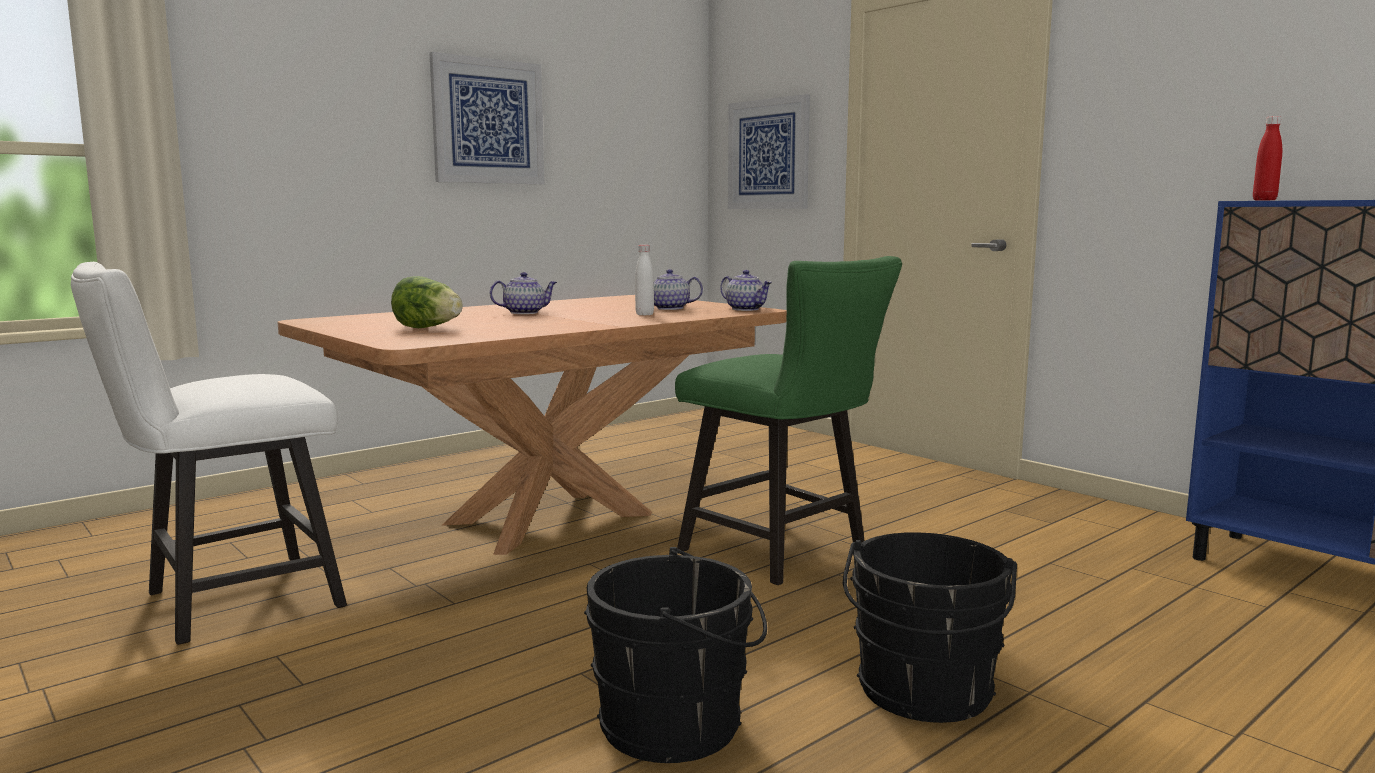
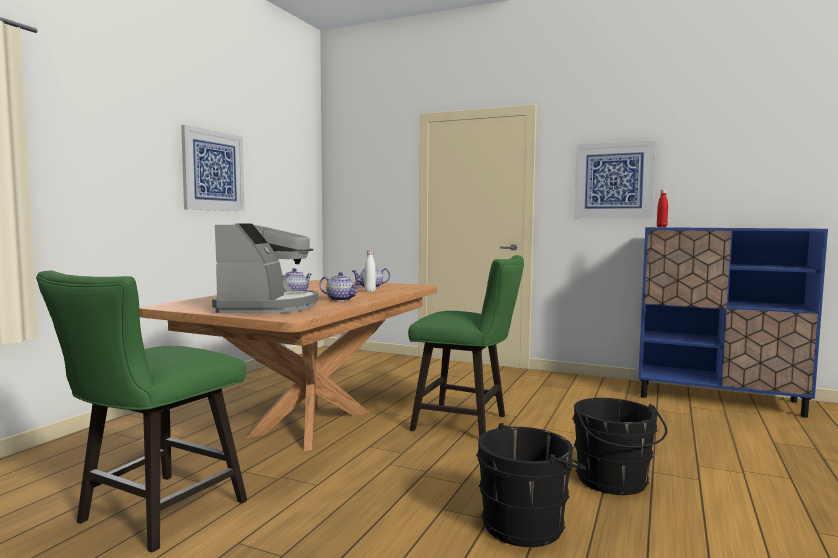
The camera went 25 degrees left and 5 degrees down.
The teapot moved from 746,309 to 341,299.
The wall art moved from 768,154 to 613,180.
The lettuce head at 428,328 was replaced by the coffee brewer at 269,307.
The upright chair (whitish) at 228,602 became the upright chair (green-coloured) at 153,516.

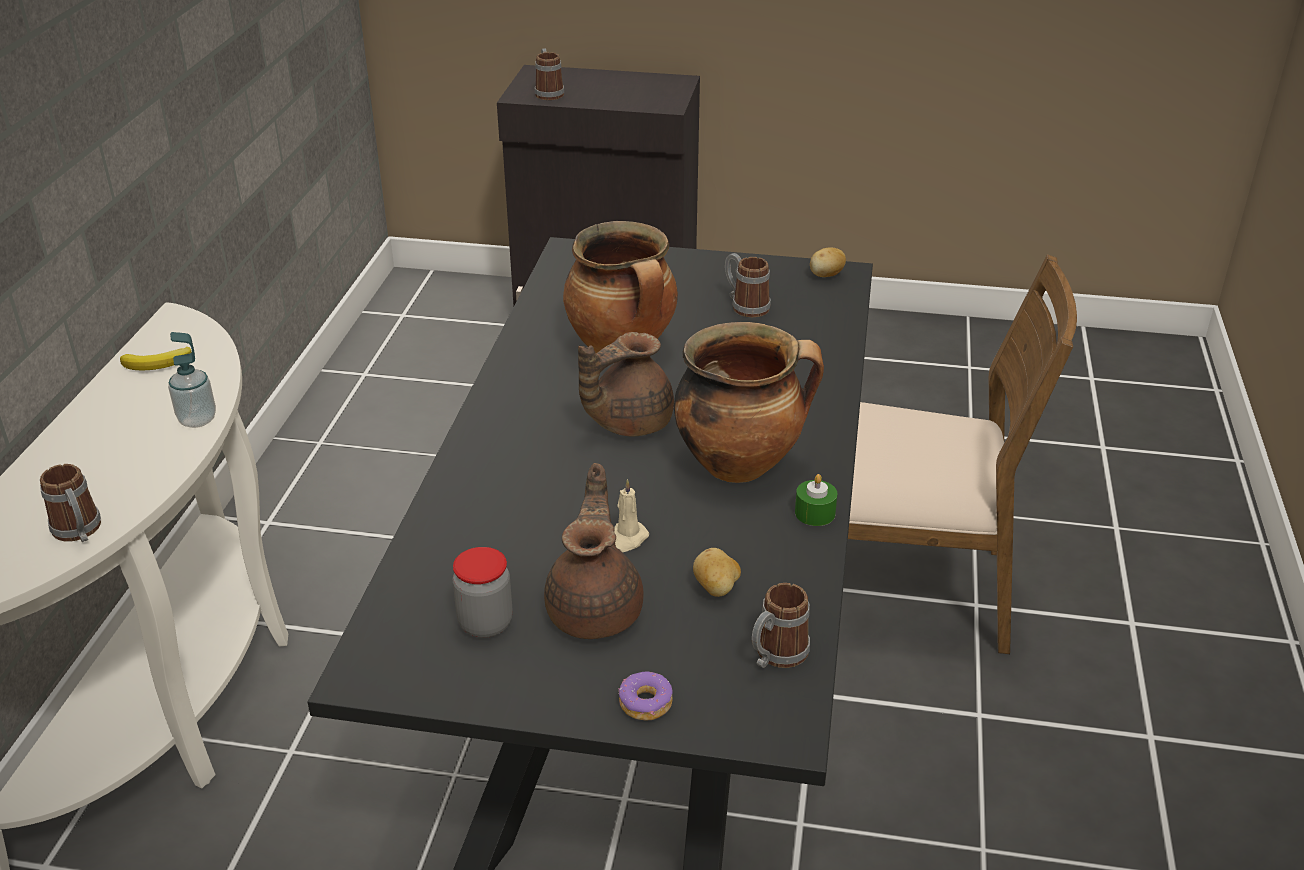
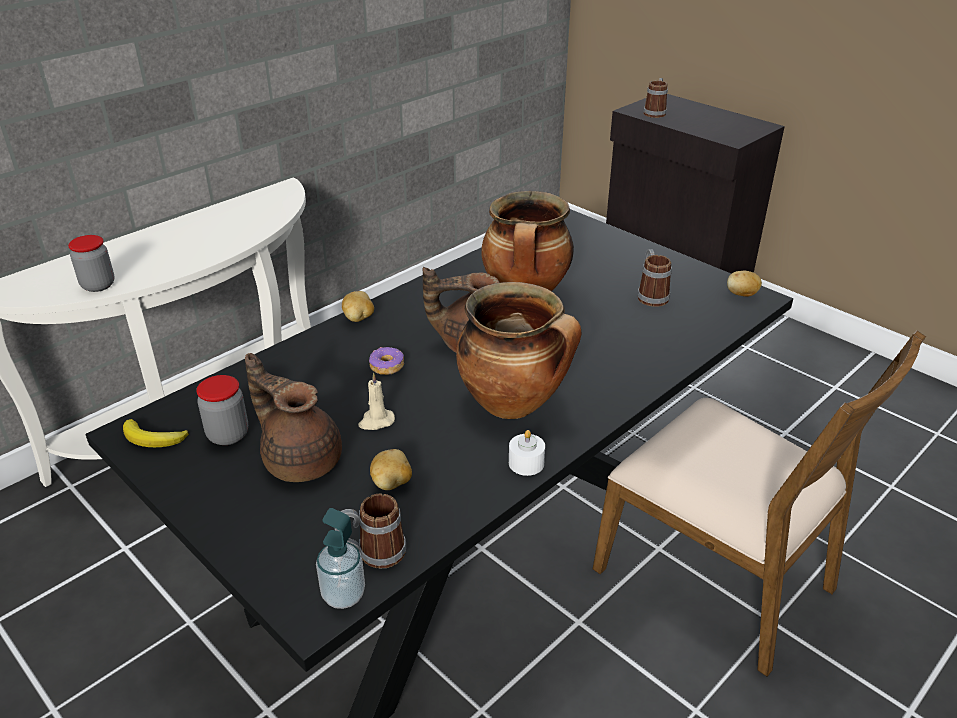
The camera went 35 degrees right and 0 degrees up.
The whole potato at 359,318 appeared.
The whole banana moved from 159,363 to 153,438.
The soap dispenser moved from 197,420 to 343,595.
The ring doughnut moved from 645,703 to 386,366.
The coffee mug at 79,532 was replaced by the storage jar at 98,285.
The wax candle (green-coloured) at 815,513 became the wax candle (whitish) at 526,463.
The teapot (brown-coloured) at 596,609 turned 90 degrees counterclockwise.

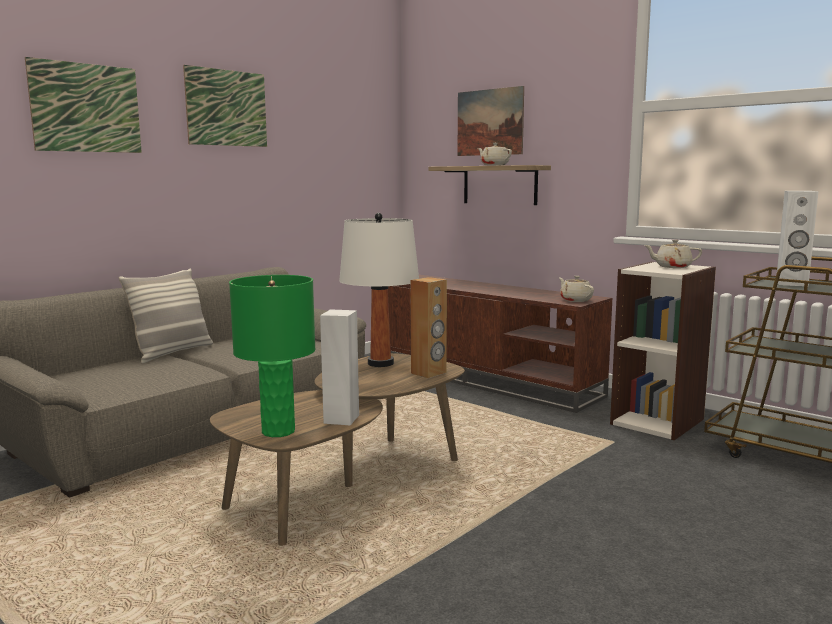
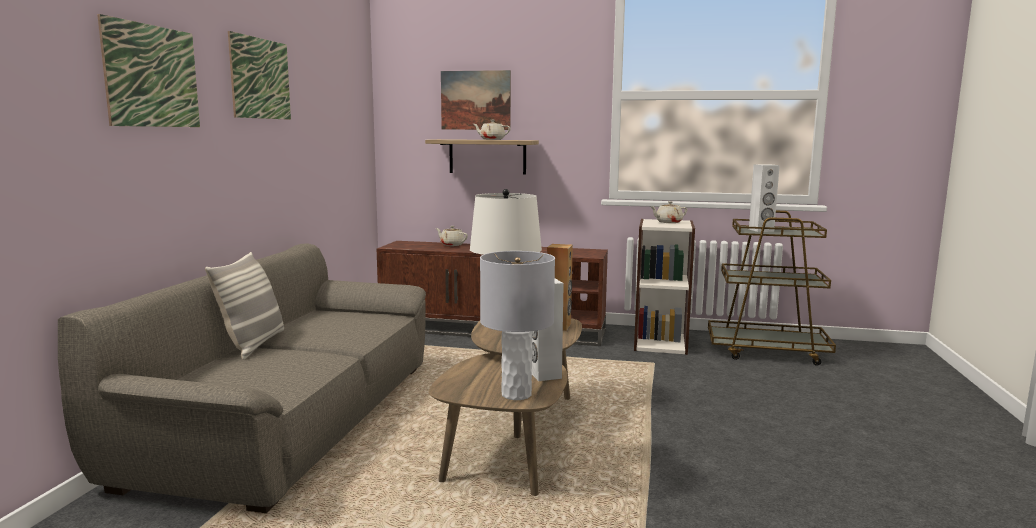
The camera went 30 degrees left and 0 degrees up.
The teapot (sand-coloured) moved from 575,300 to 451,245.
The tabletop lamp (green-coloured) at 278,431 became the tabletop lamp (grey) at 516,394.

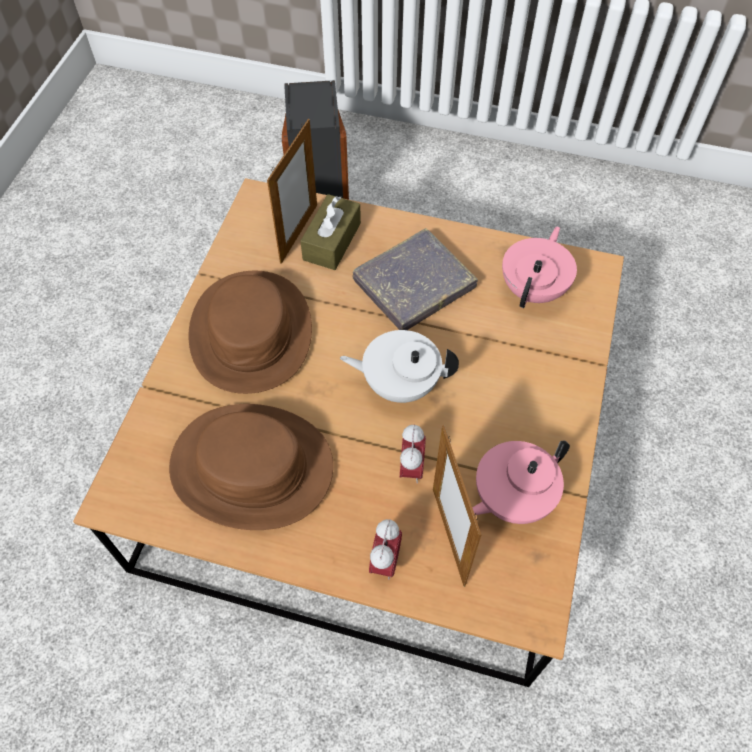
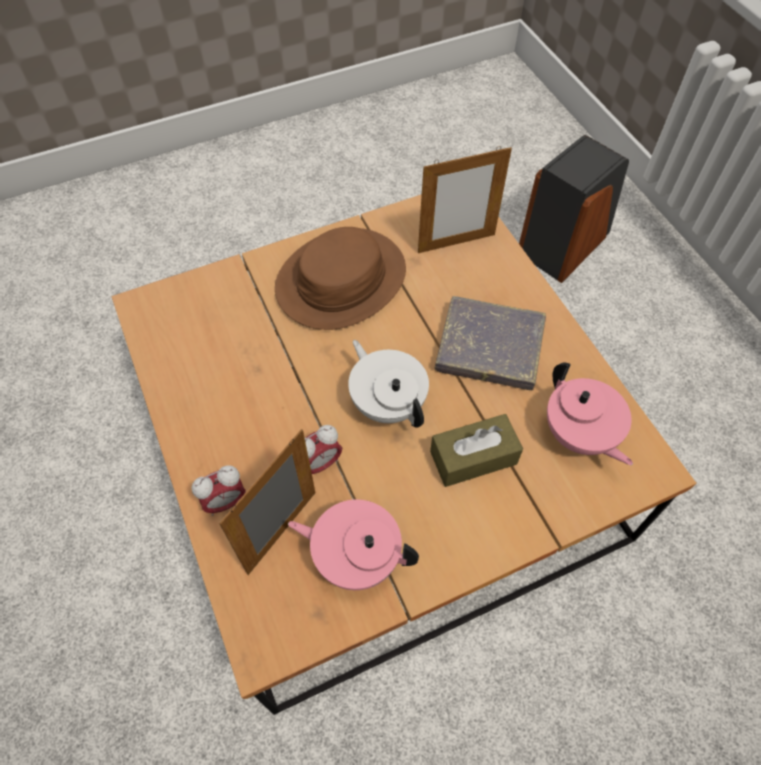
The camera went 50 degrees right and 0 degrees up.
The clothing hat (brown-coloured) at 252,467 disappeared.
The tissue box (brown-coloured) moved from 332,241 to 473,457.
The teapot (pinkish) at 534,289 turned 75 degrees clockwise.

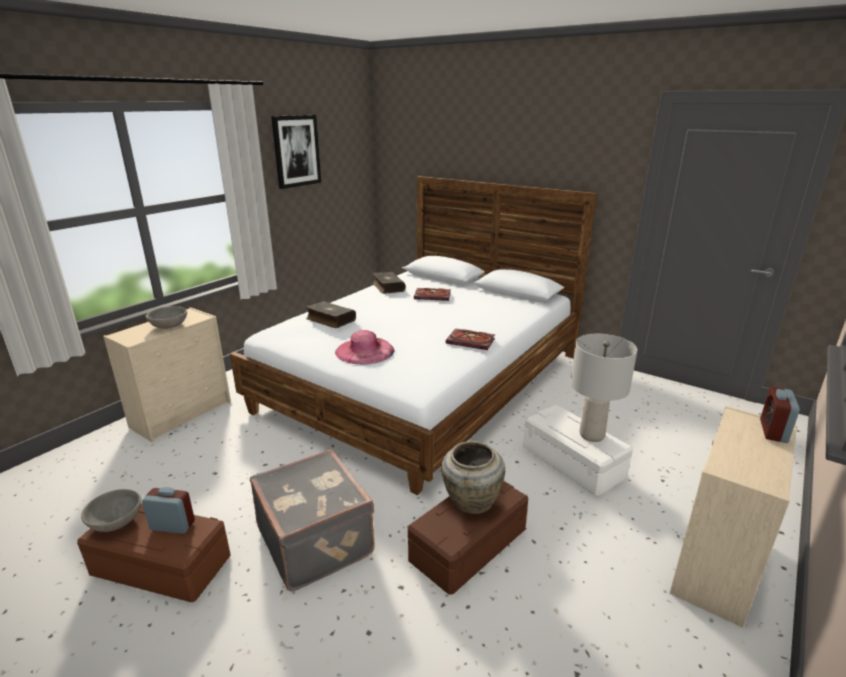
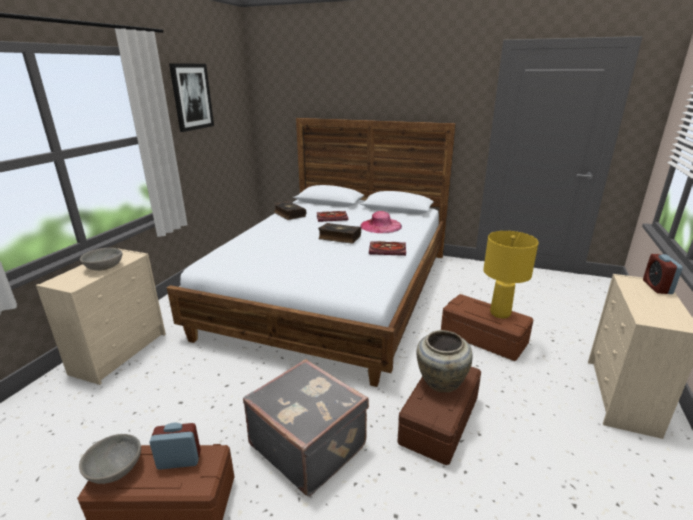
The camera went 15 degrees left and 0 degrees up.
The bound book moved from 330,320 to 339,238.
The clothing hat (pinkish) moved from 364,351 to 380,226.
The storage box (whitish) at 573,462 became the storage box (brown-coloured) at 484,338.
The tabletop lamp (grey) at 591,435 became the tabletop lamp (yellowish) at 500,313.

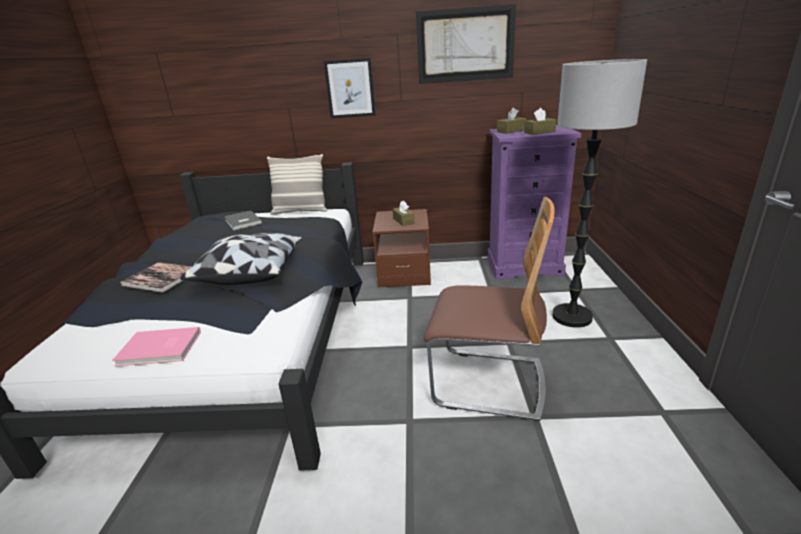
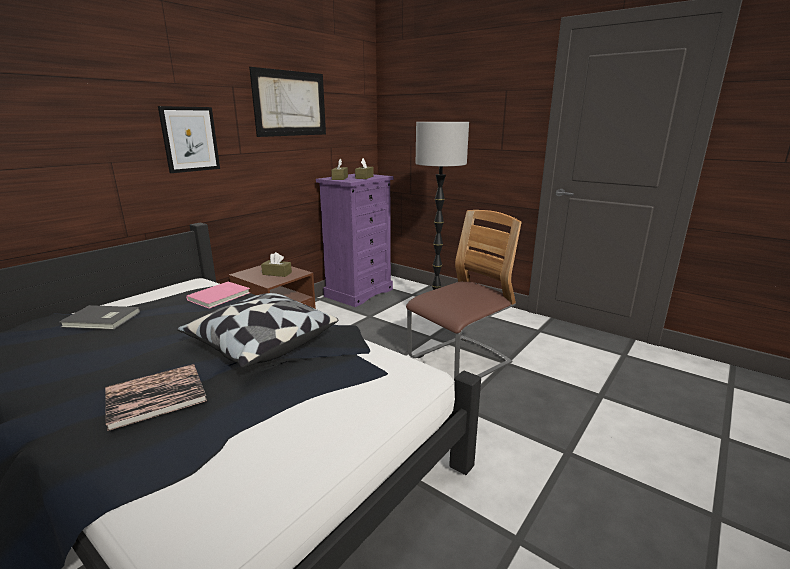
The camera went 55 degrees left and 5 degrees down.
The throw pillow at 300,211 disappeared.
The bound book (pinkish) moved from 160,349 to 221,296.

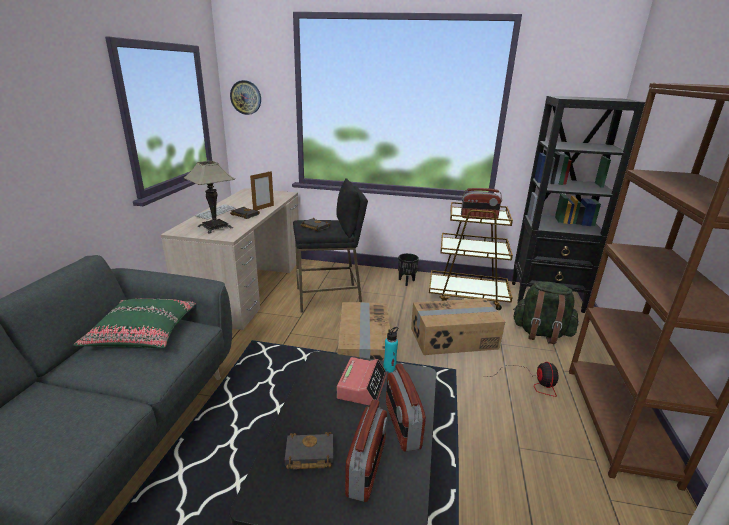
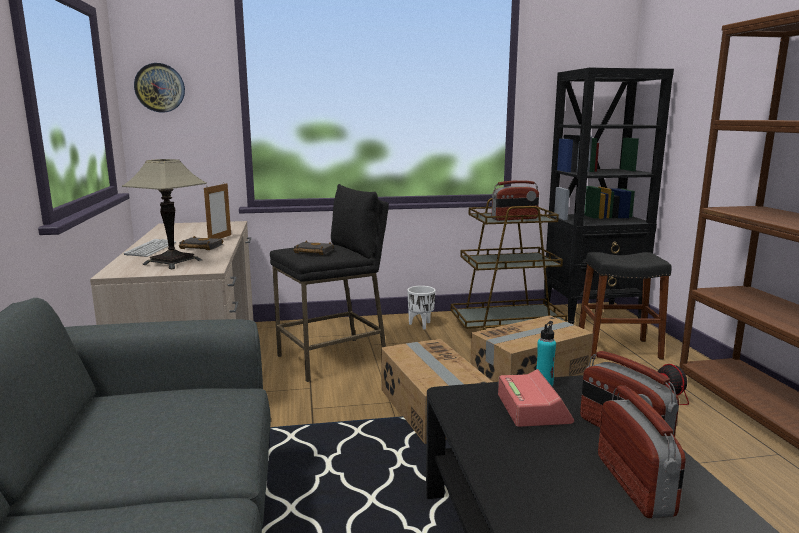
The camera went 20 degrees left and 10 degrees down.
The throw pillow (green-coloured) at 142,333 disappeared.
The bound book (black) at 308,455 disappeared.
The knapsack (green-coloured) at 541,333 was replaced by the stool seat (black) at 618,349.
The flower pot (black) at 406,281 became the flower pot (whitish) at 421,325.

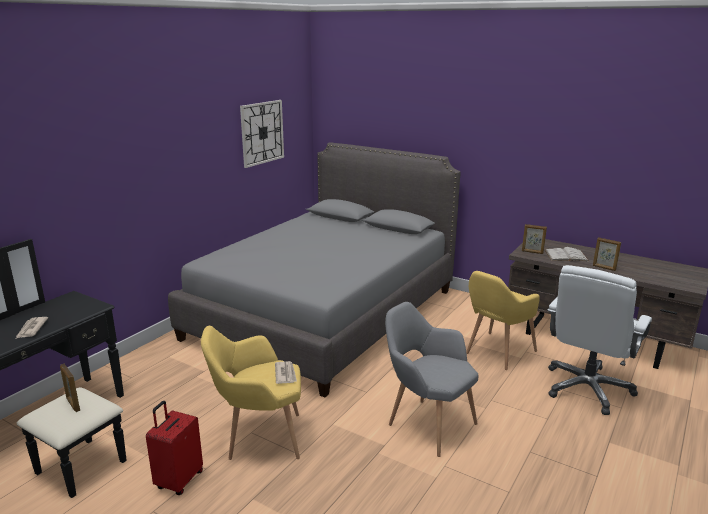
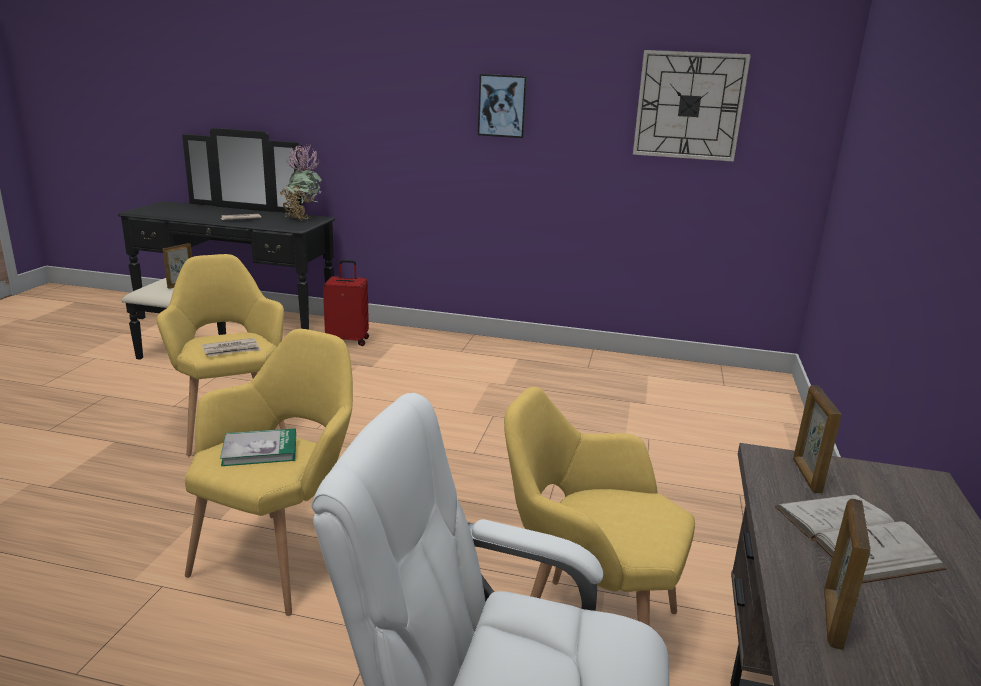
The camera went 70 degrees right and 0 degrees up.
The bedroom bed (grey) at 325,313 disappeared.
The bound book at 260,450 appeared.
The plant in a pot at 302,218 appeared.
The wall art at 502,106 appeared.
The piece of luggage (red-coloured) moved from 178,480 to 348,340.
The armchair (grey) at 426,423 became the armchair (yellowish) at 283,554.

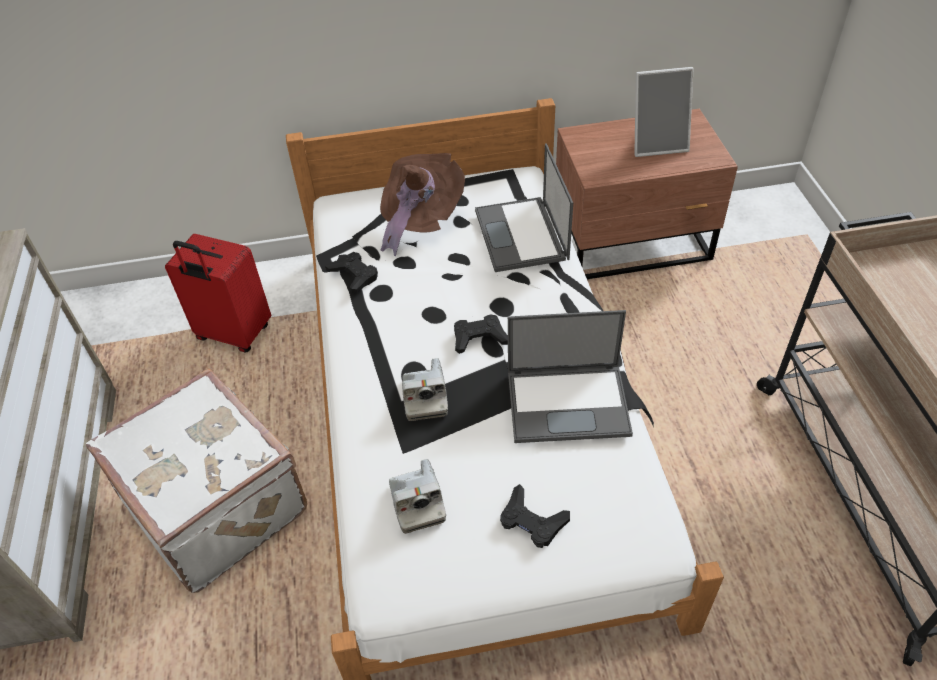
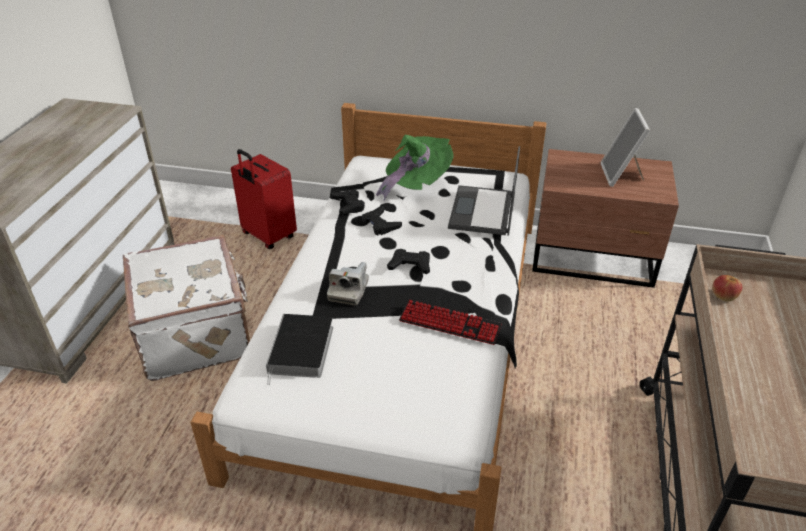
The camera went 20 degrees right and 10 degrees down.
The apple at 723,296 appeared.
The game controller (black) moved from 532,521 to 380,224.
The still camera at 417,503 was replaced by the bound book at 301,351.
The laptop at 569,402 was replaced by the PC keyboard at 449,324.
The clothing hat (brown-coloured) at 420,220 became the clothing hat (green-coloured) at 415,184.
The picture frame at 657,143 turned 75 degrees clockwise.

